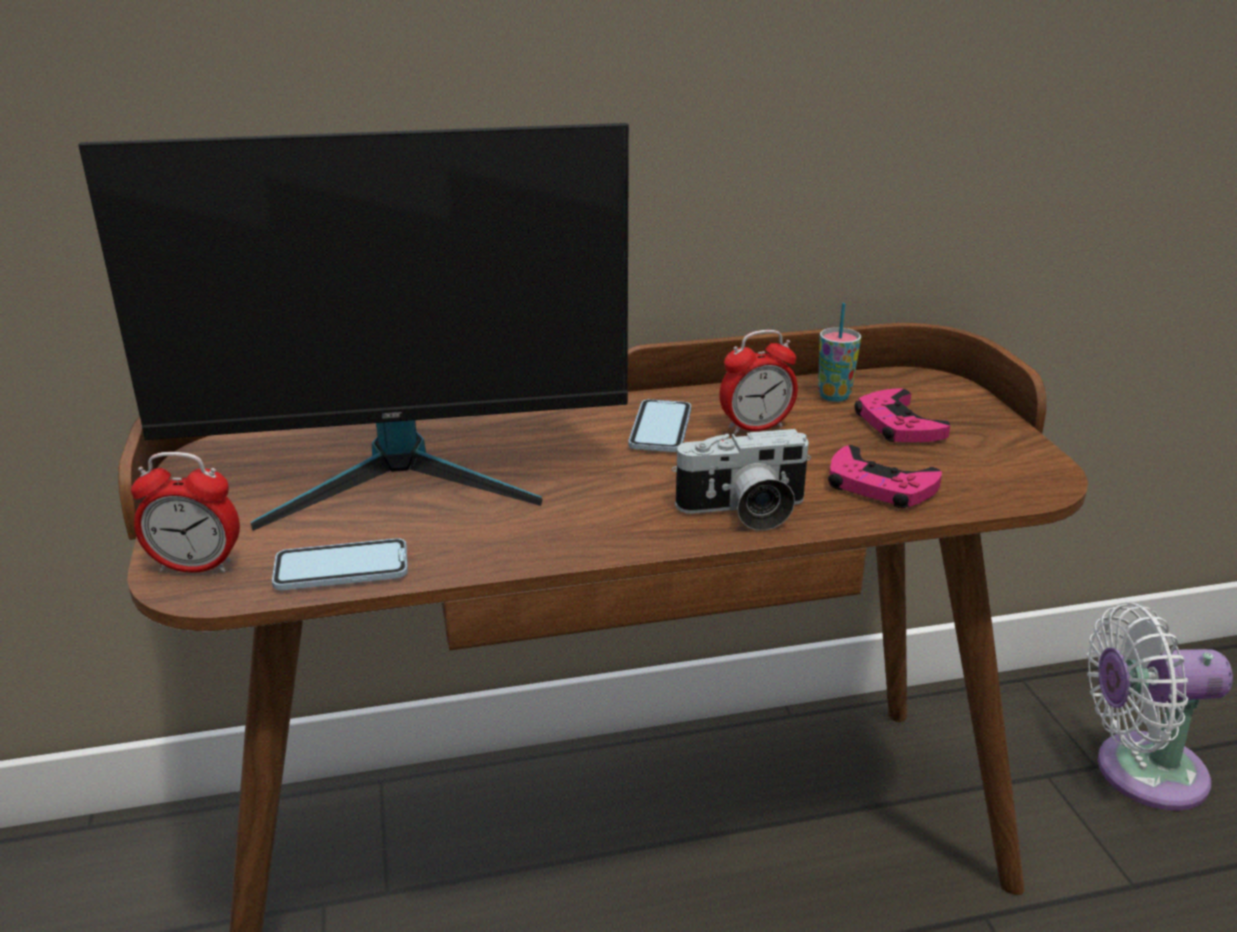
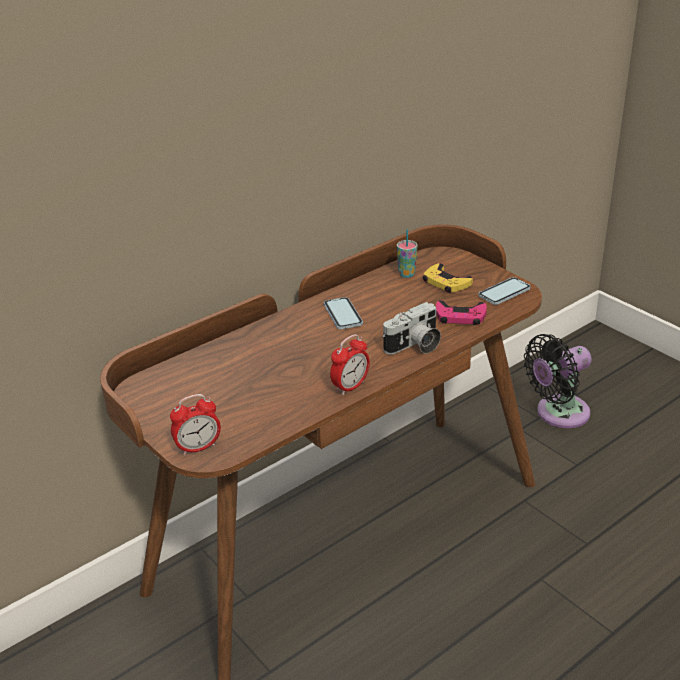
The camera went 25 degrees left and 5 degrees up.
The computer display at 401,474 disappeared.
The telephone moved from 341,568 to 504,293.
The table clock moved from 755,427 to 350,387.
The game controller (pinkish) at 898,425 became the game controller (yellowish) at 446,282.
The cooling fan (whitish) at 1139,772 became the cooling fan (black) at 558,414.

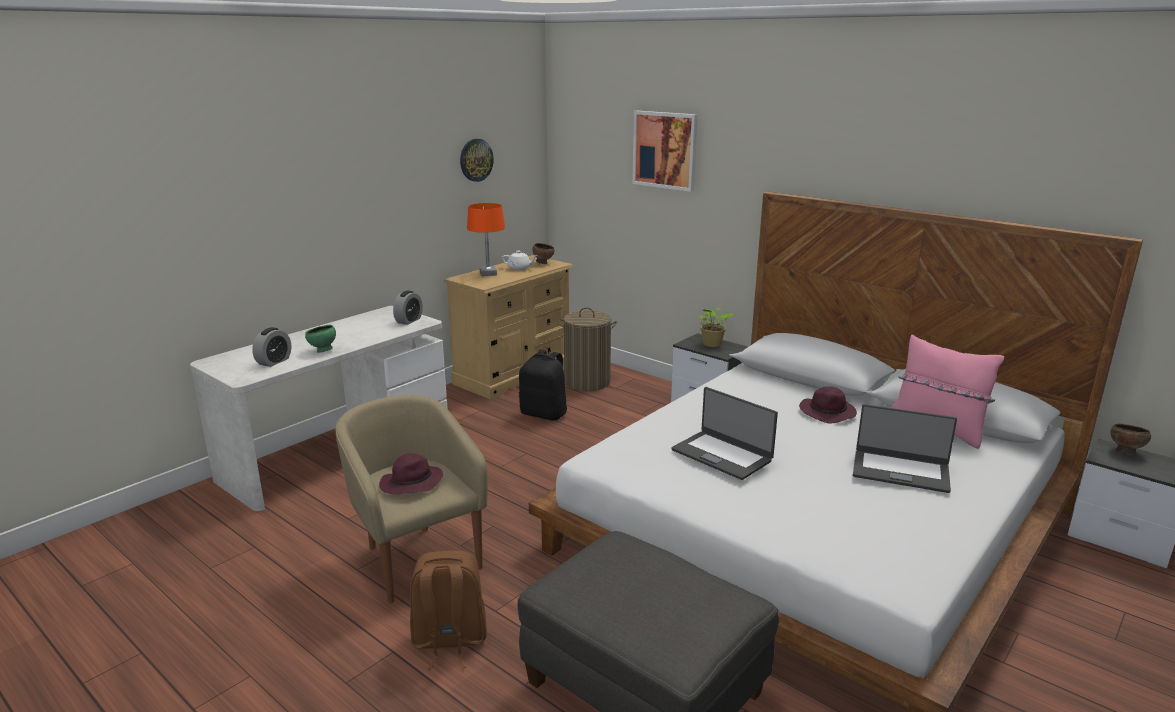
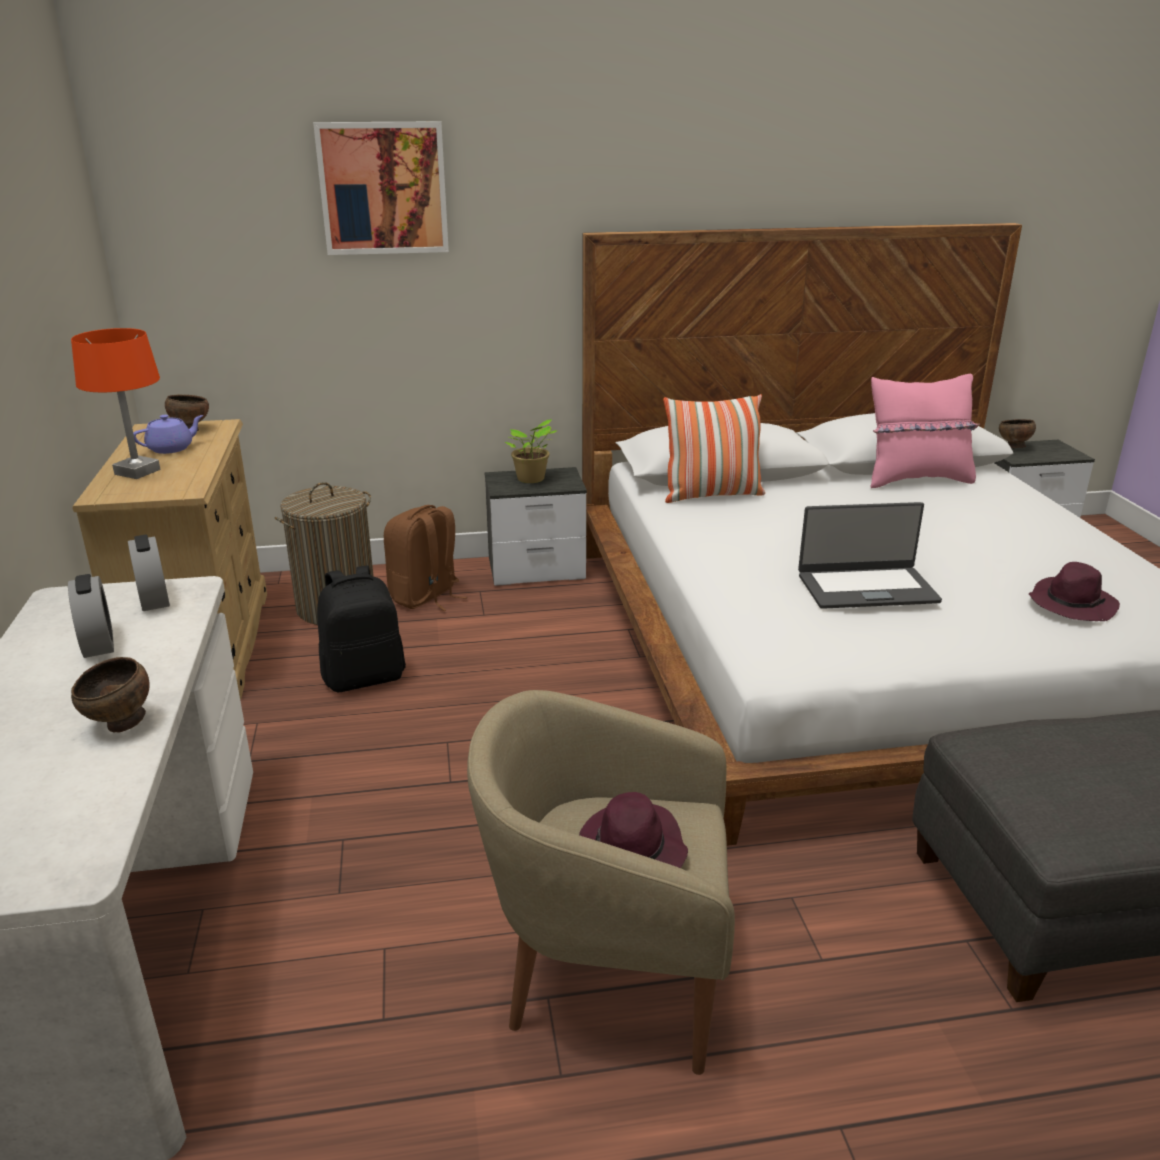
The camera went 50 degrees left and 5 degrees up.
The hanging clock at 476,160 disappeared.
The laptop at 900,471 disappeared.
The throw pillow at 711,495 appeared.
The table clock moved from 274,361 to 98,643.
The knapsack (brown-coloured) moved from 449,641 to 426,597.
The clothing hat (purplish) moved from 828,413 to 1071,604.
The bowl (green-coloured) at 322,351 became the bowl (brown-coloured) at 121,725.
The teapot (whitish) at 519,268 became the teapot (purplish) at 171,448.

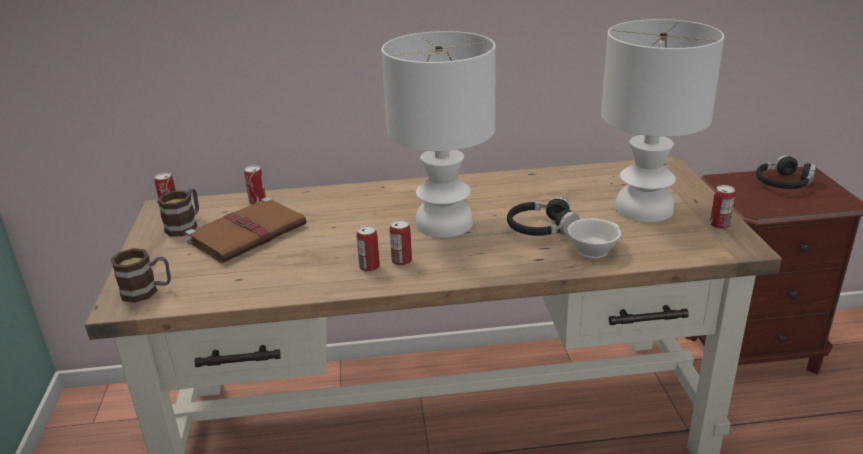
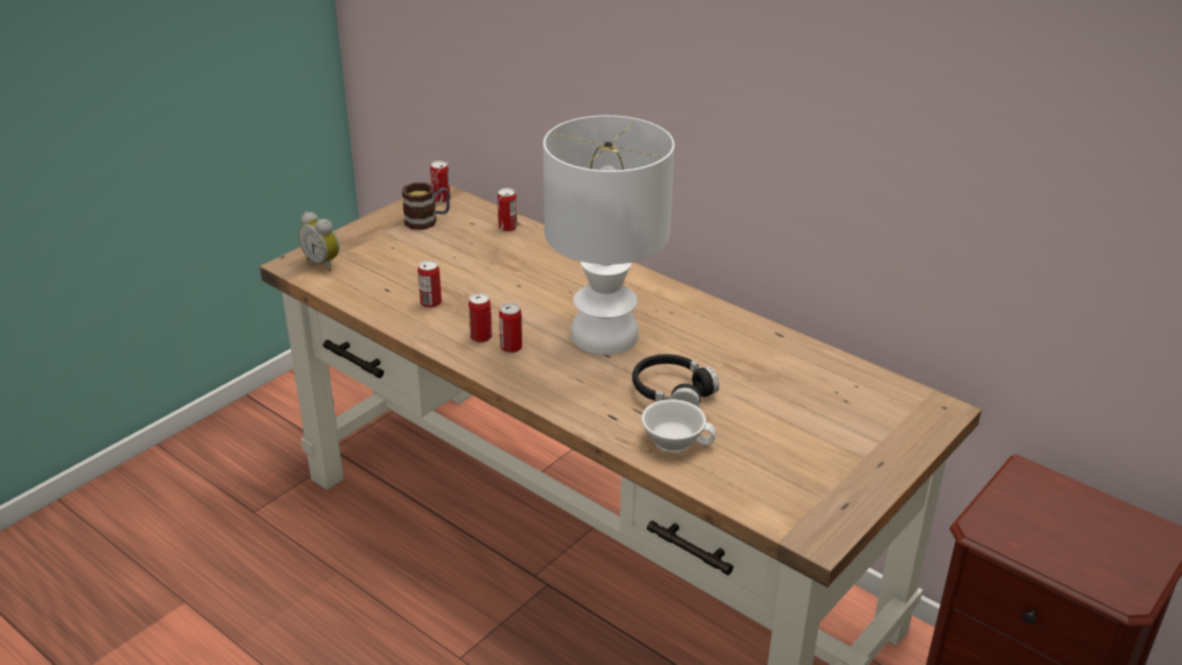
The camera went 45 degrees right and 5 degrees up.
The bound book (brown-coloured) at 249,233 disappeared.
The tabletop lamp (whitish) at 645,209 disappeared.
The headphones (black) at 783,183 disappeared.
The metal can moved from 719,225 to 431,303.
The coffee mug at 147,291 was replaced by the table clock at 324,263.

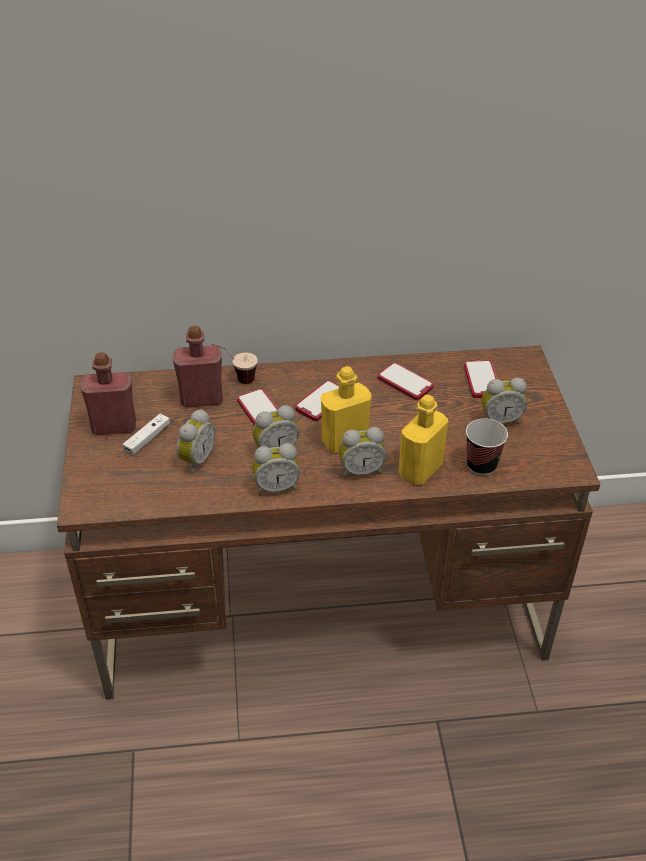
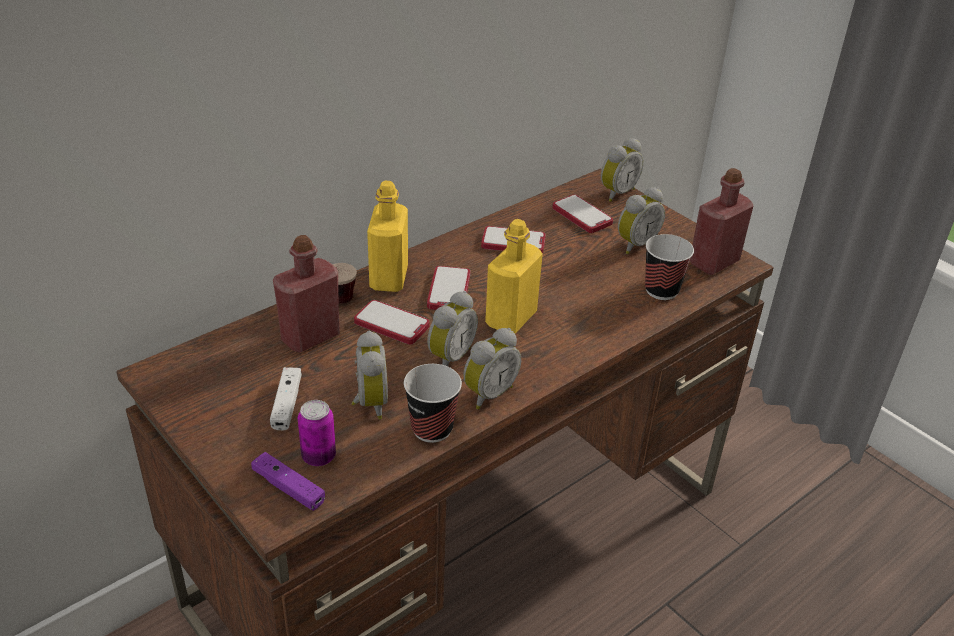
The camera went 35 degrees left and 5 degrees down.
The game controller (purplish) at 288,488 appeared.
The metal can at 318,457 appeared.
The small cup at 432,429 appeared.
The beverage bottle (red-coloured) moved from 114,426 to 714,262.
The table clock moved from 361,470 to 616,193.
The beverage bottle (yellowish) moved from 420,470 to 389,278.

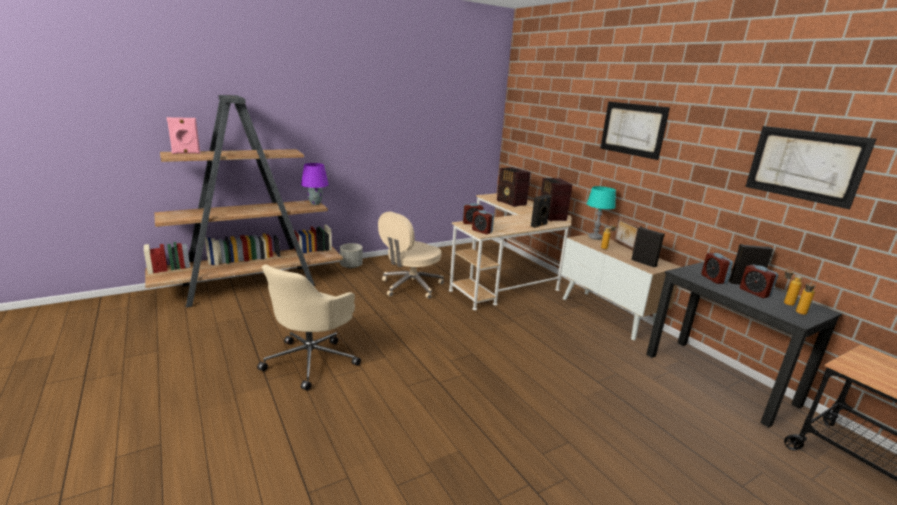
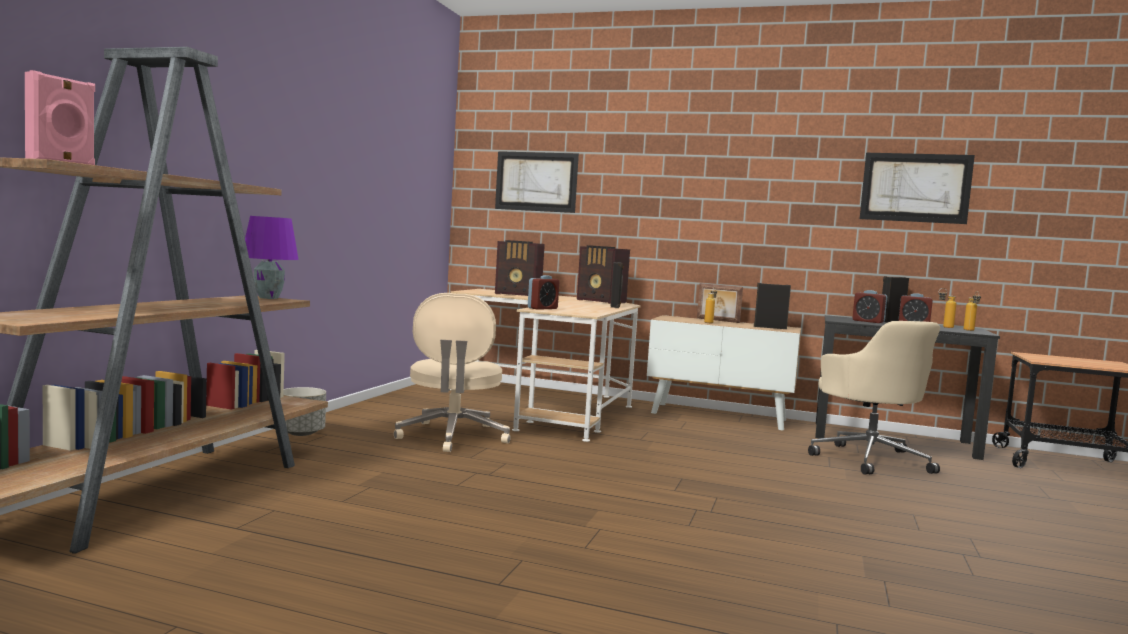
The camera went 40 degrees left and 15 degrees down.
The table clock at 482,231 disappeared.
The tabletop lamp (blue-green) at 594,237 disappeared.
The desk chair (sand-coloured) moved from 312,360 to 869,459.
The wall art moved from 632,129 to 536,181.

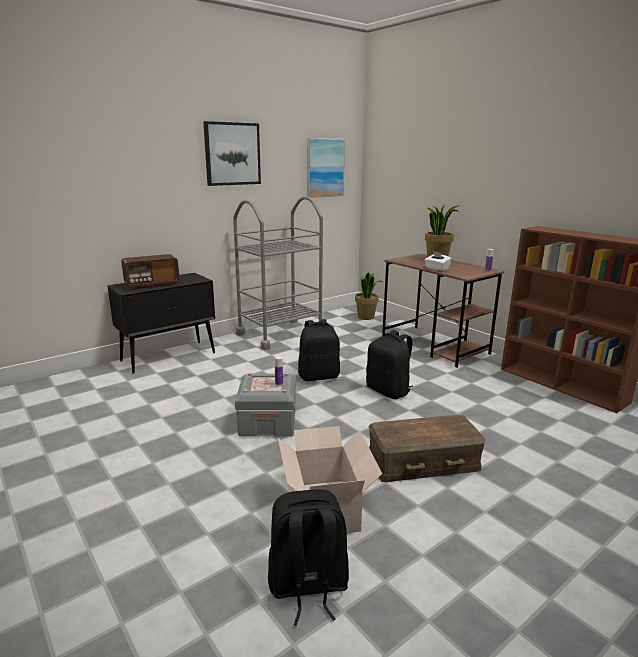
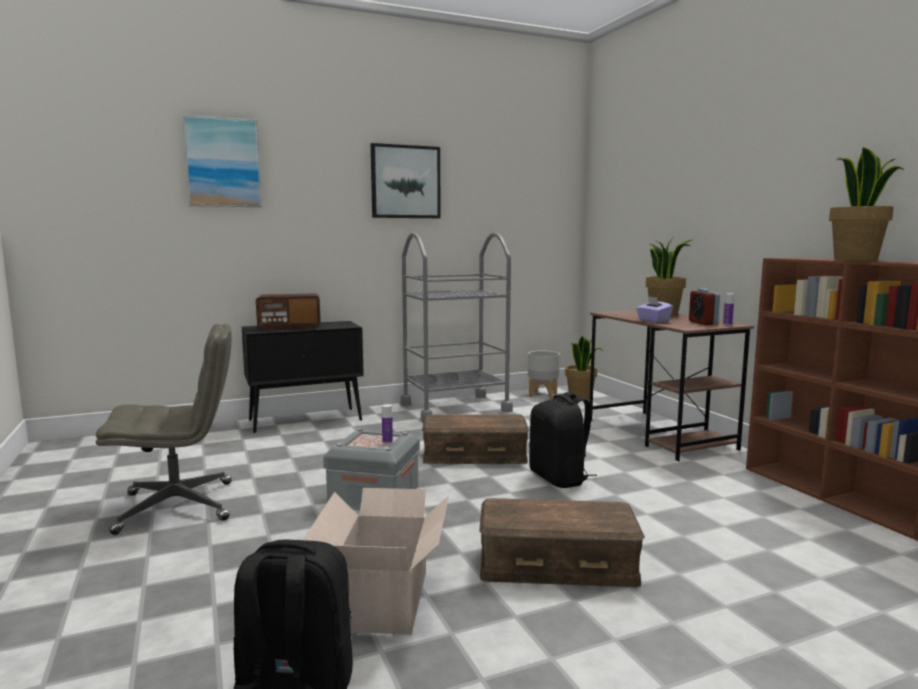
The camera went 15 degrees right and 10 degrees down.
The desk chair (grey) at 178,506 appeared.
The flower pot (grey) at 543,395 appeared.
The table clock at 703,323 appeared.
The plant in a pot at 856,260 appeared.
The wall art moved from 324,168 to 223,163.
The knapsack (black) at 319,376 was replaced by the storage box (brown-coloured) at 474,454.
The tissue box (whitish) at 437,269 became the tissue box (purplish) at 653,321.

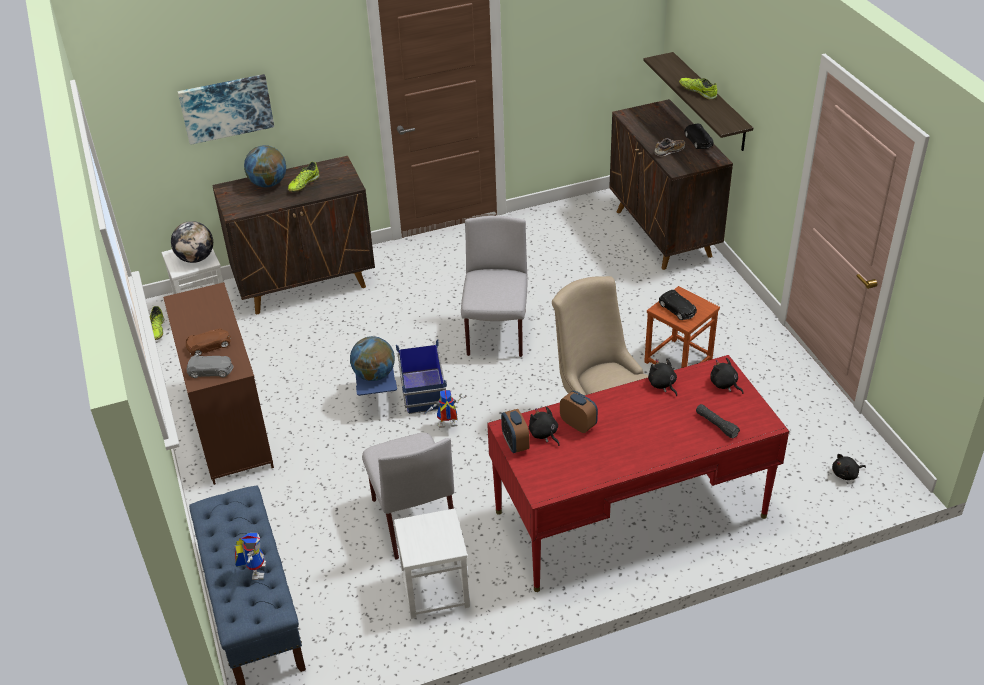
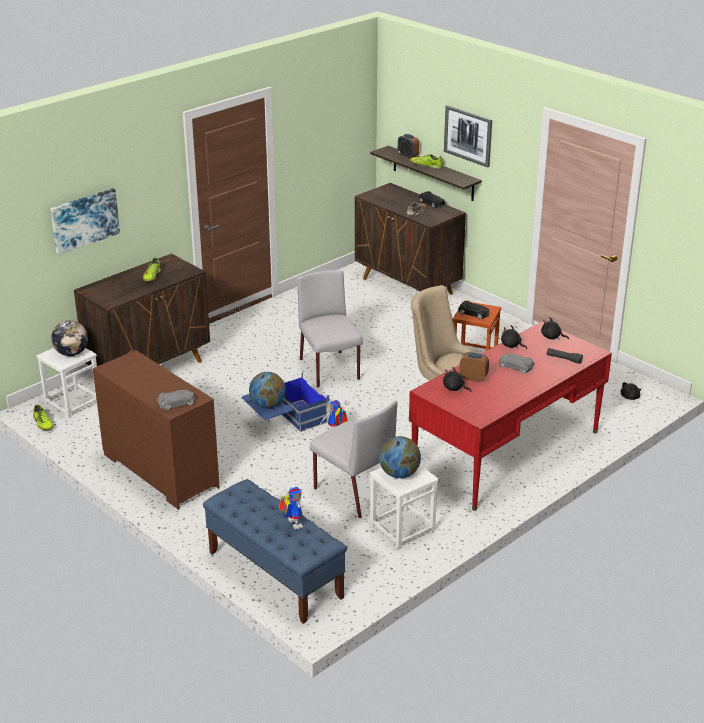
The camera went 25 degrees left and 10 degrees down.
The toy car (brown-coloured) at 209,346 disappeared.
The wall art at 468,135 appeared.
The toy car (grey) at 515,366 appeared.
The globe moved from 268,183 to 399,474.
The table clock moved from 515,444 to 407,156.

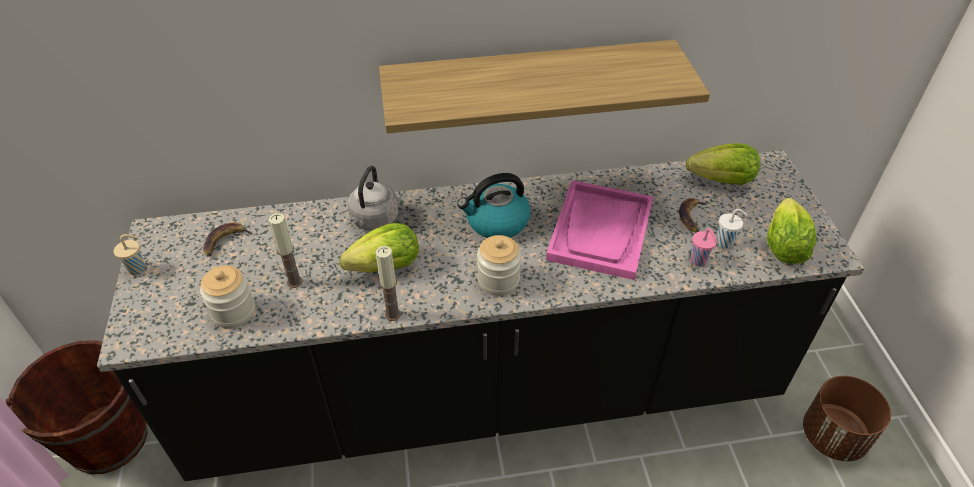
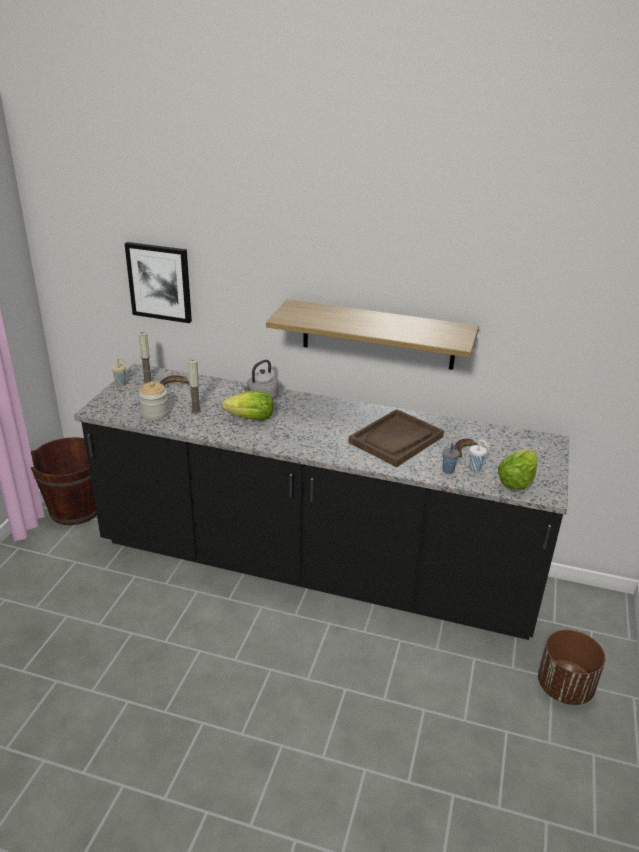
The camera went 25 degrees right and 15 degrees down.
The kettle at 496,222 disappeared.
The storage jar at 498,280 disappeared.
The lettuce head at 722,180 disappeared.
The wall art at 160,282 appeared.
The wax candle moved from 393,314 to 148,381.
The tray (pinkish) at 601,231 became the tray (brown-coloured) at 396,440.
The small cup (pinkish) at 699,261 became the small cup (grey) at 448,471.

